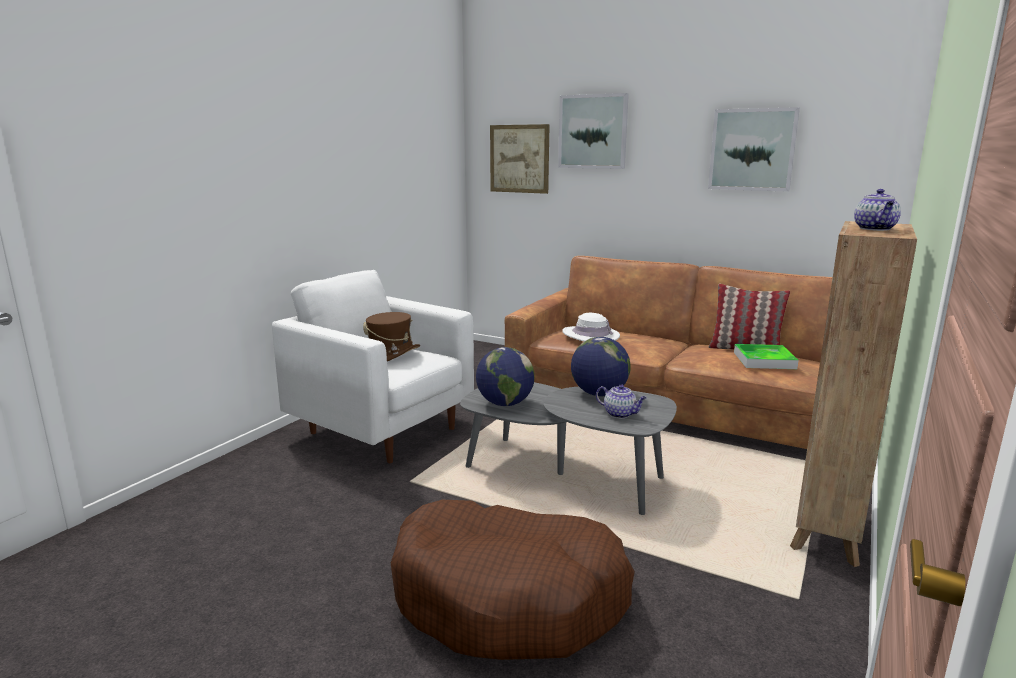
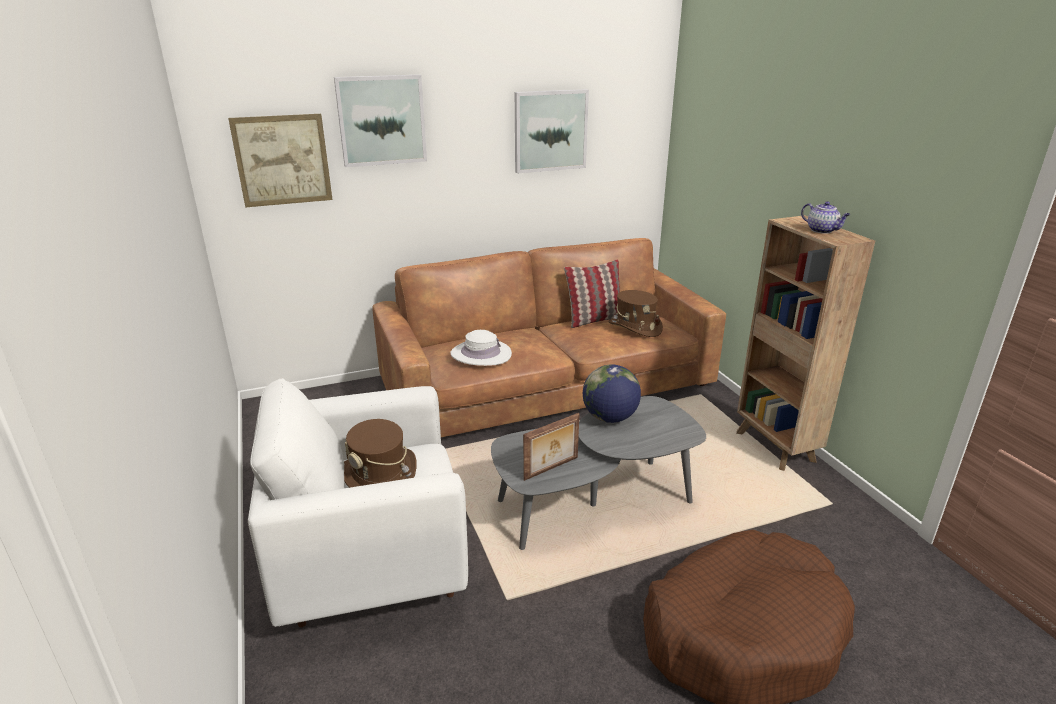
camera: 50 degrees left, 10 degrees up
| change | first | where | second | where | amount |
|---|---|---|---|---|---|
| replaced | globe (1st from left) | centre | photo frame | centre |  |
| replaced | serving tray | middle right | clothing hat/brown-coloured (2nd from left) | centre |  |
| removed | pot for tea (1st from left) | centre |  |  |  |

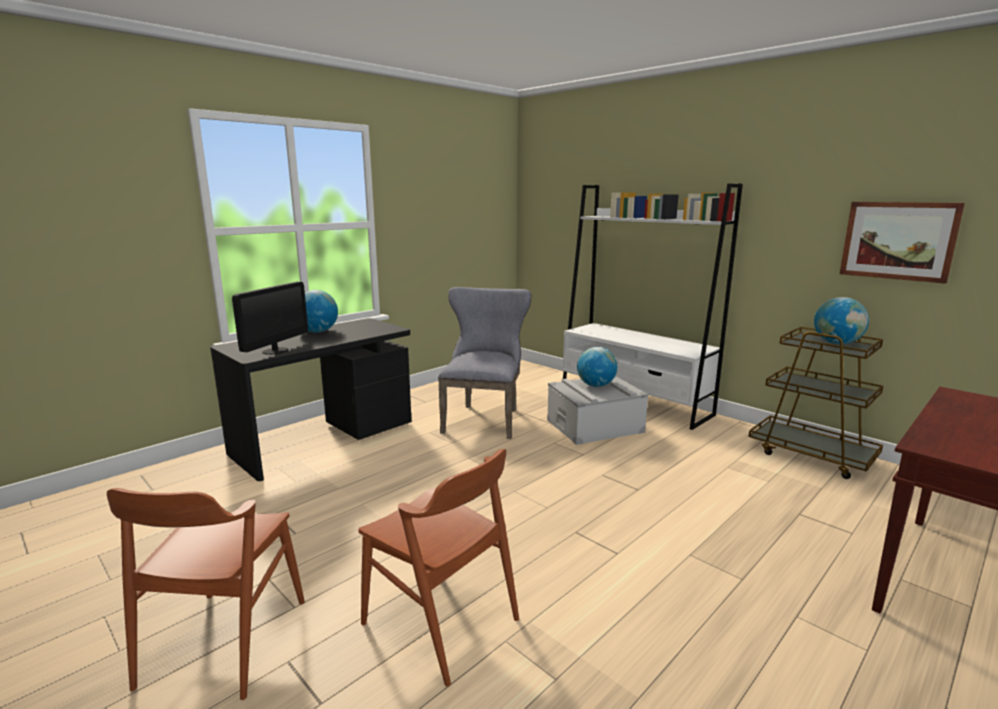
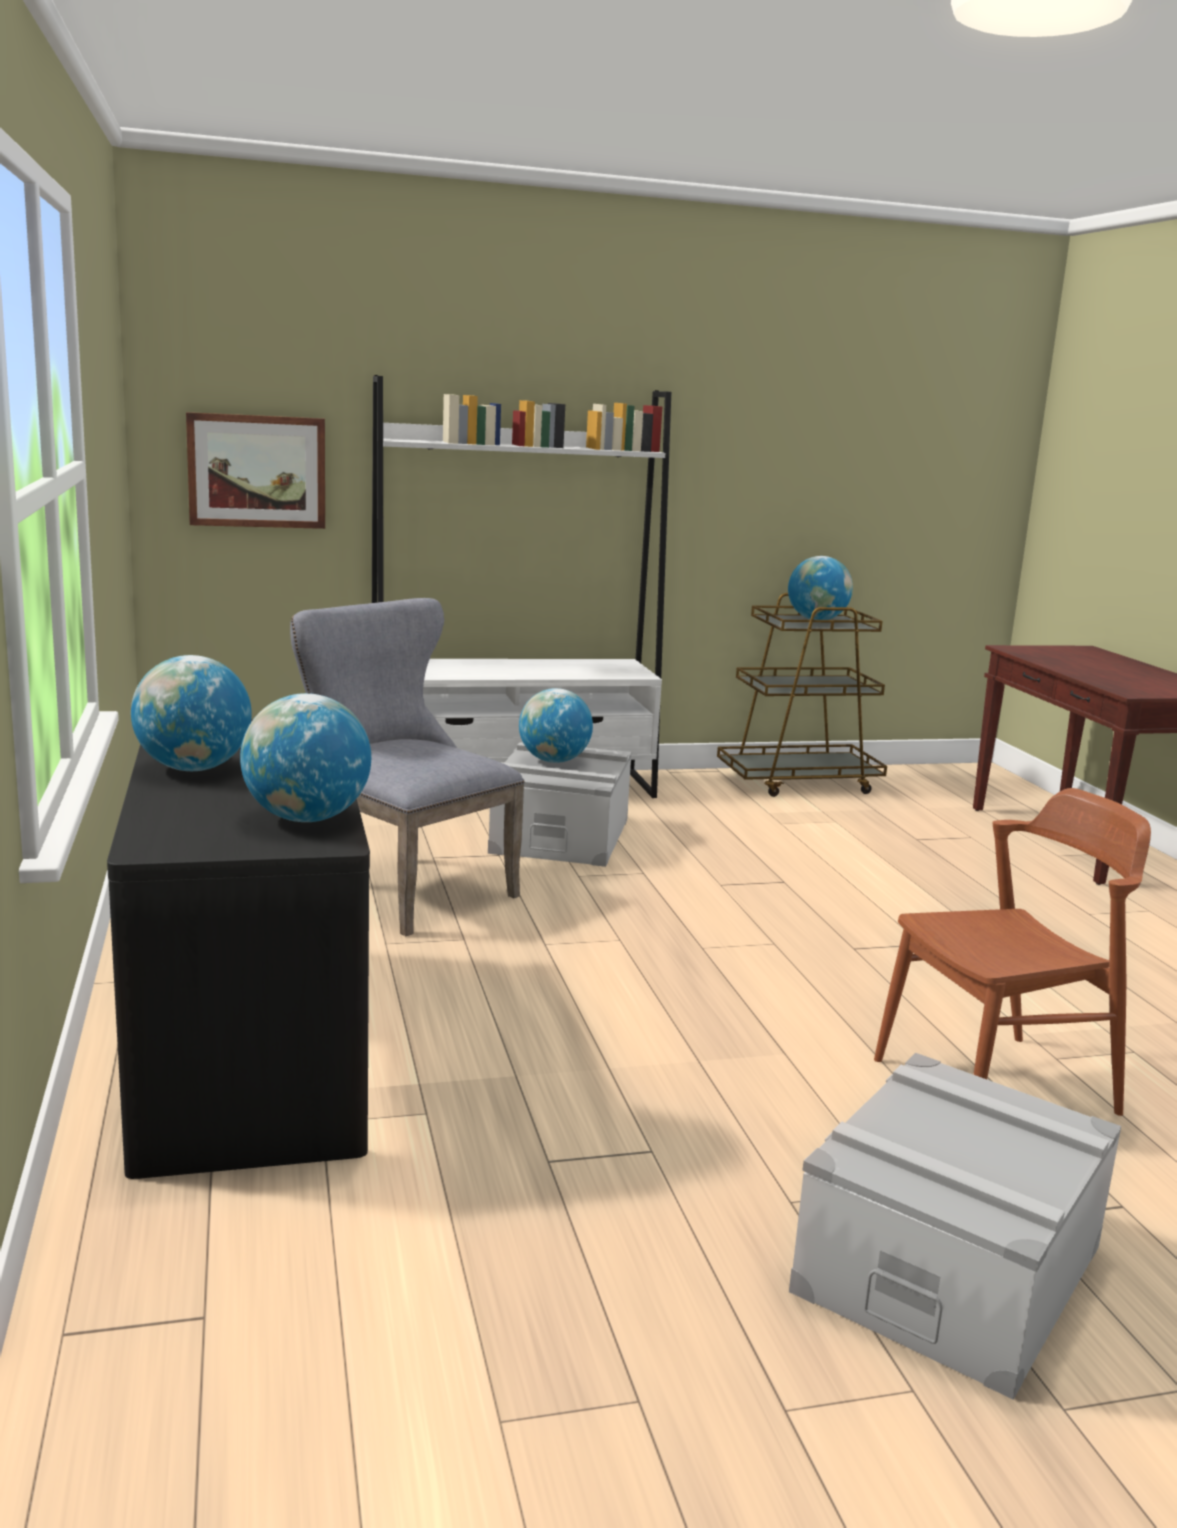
camera: 60 degrees left, 0 degrees up
| change | first | where | second | where | amount |
|---|---|---|---|---|---|
| moved | wall picture | middle right |  | top left |  |
| replaced | computer screen | middle left | globe (2nd from left) | middle left |  |
| replaced | chair/brown-coloured (1st from left) | bottom left | storage container/greyish (2nd from left) | bottom right |  |

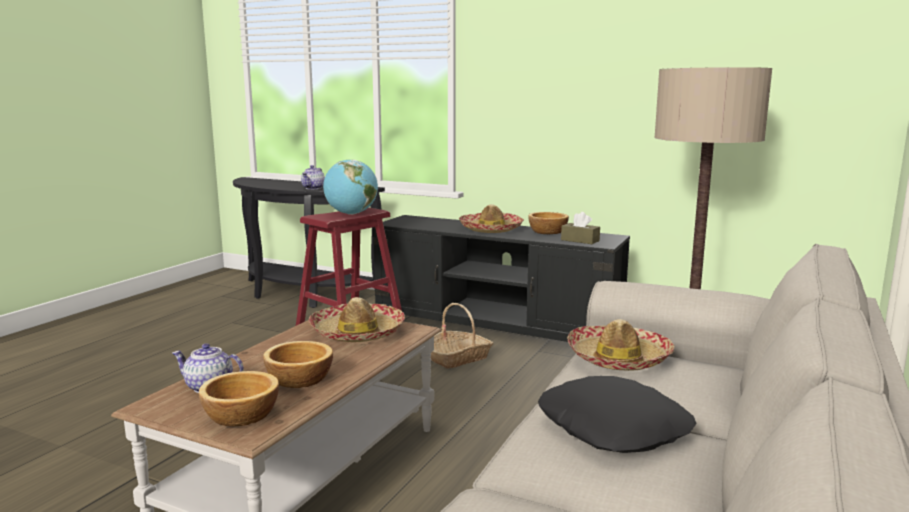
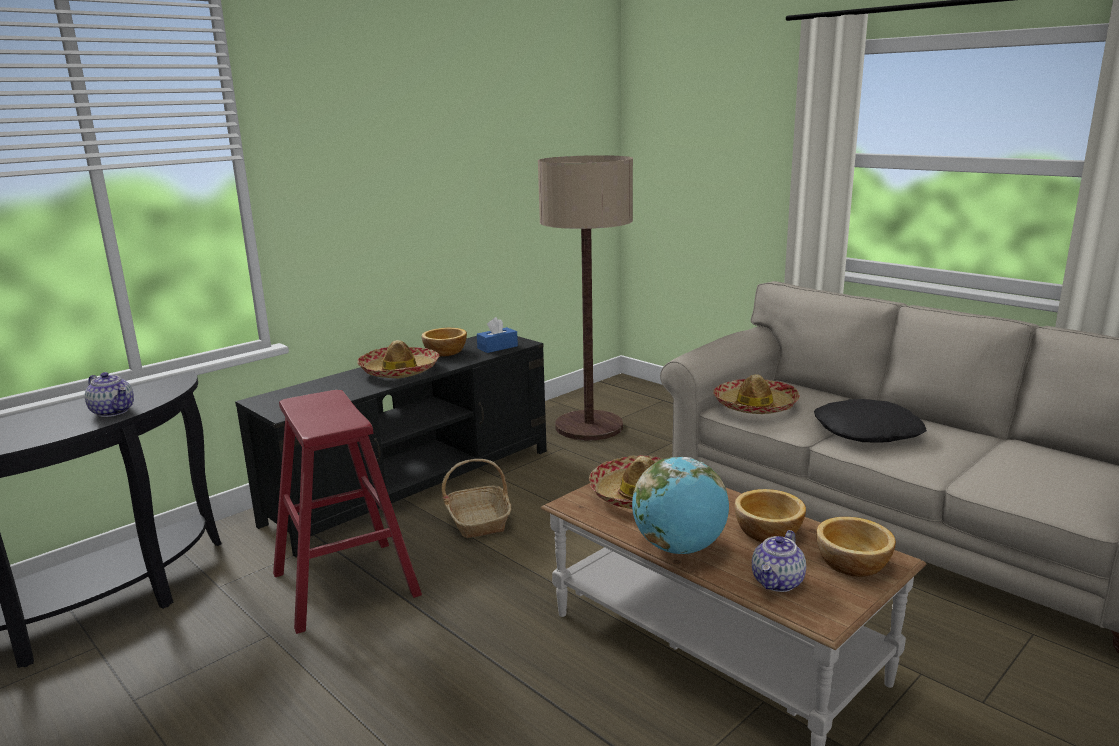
camera: 70 degrees left, 5 degrees up
| change | first | where | second | where | amount |
|---|---|---|---|---|---|
| recoloured | tissue holder/brown-coloured | centre | tissue holder/blue-coloured | centre |  |
| moved | globe | centre |  | bottom centre |  |

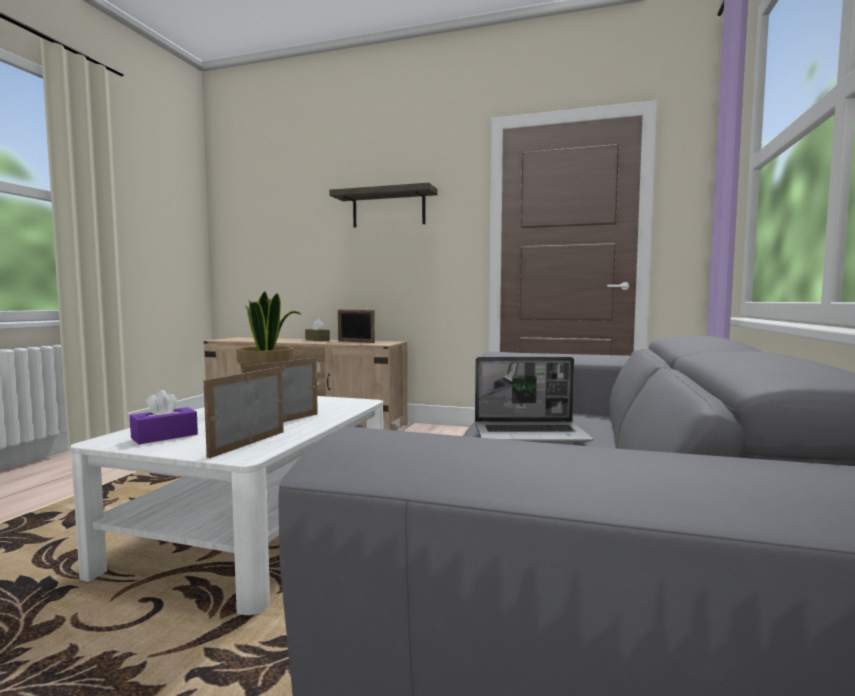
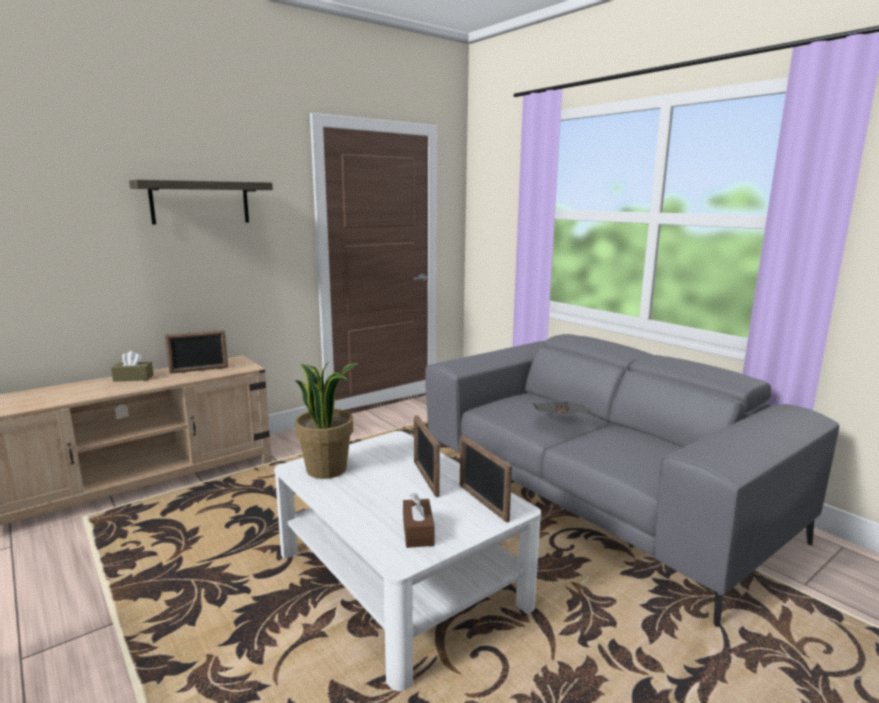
camera: 55 degrees left, 10 degrees up
| change | first | where | second | where | amount |
|---|---|---|---|---|---|
| recoloured | tissue holder/purple | middle left | tissue holder/brown-coloured (2nd from left) | bottom centre |  |
| replaced | portable computer | centre | daily paper | centre |  |

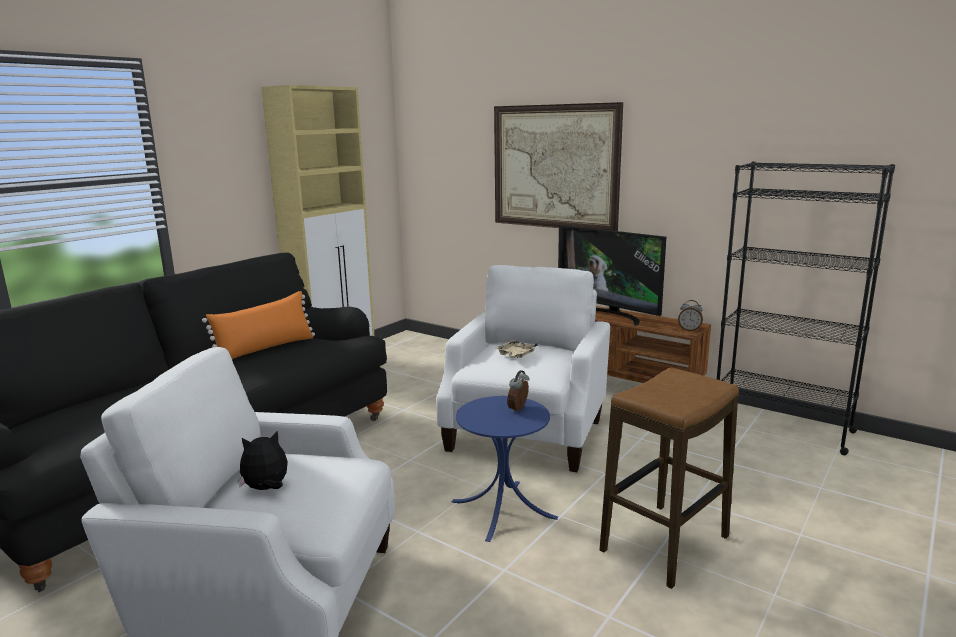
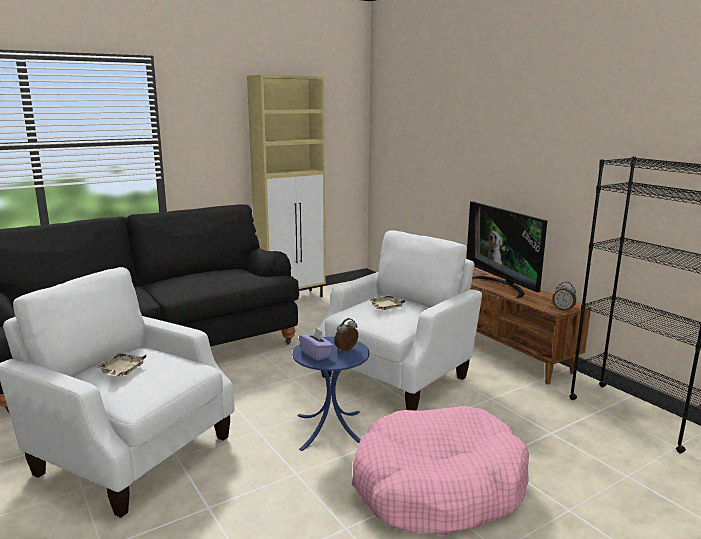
camera: 20 degrees right, 0 degrees up
| change | first | where | second | where | amount |
|---|---|---|---|---|---|
| replaced | plush toy | bottom left | serving tray/beige (1st from left) | bottom left |  |
| added |  |  | tissue holder/purple | centre |  |
| replaced | stool | bottom right | dog cushion/pinkish | bottom centre |  |
| removed | cushion/orange-coloured | middle left |  |  |  |
| removed | wall picture | top centre |  |  |  |

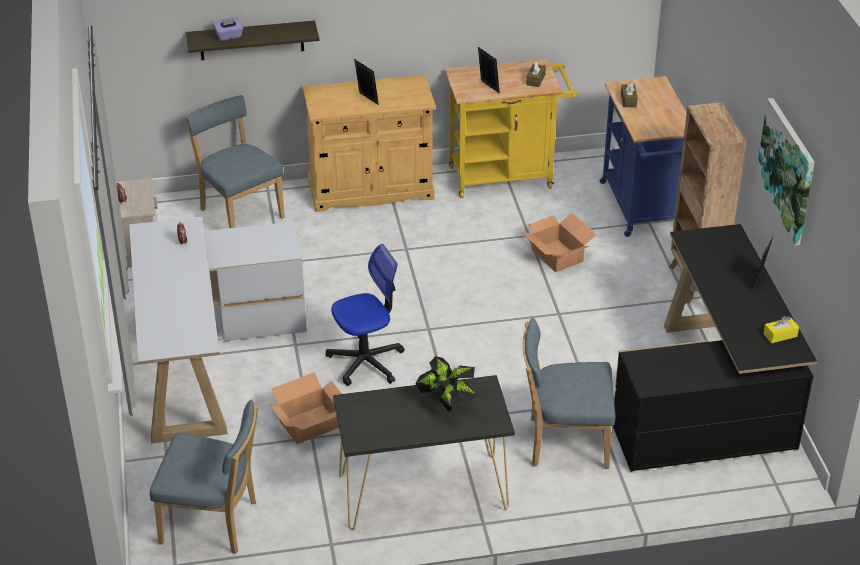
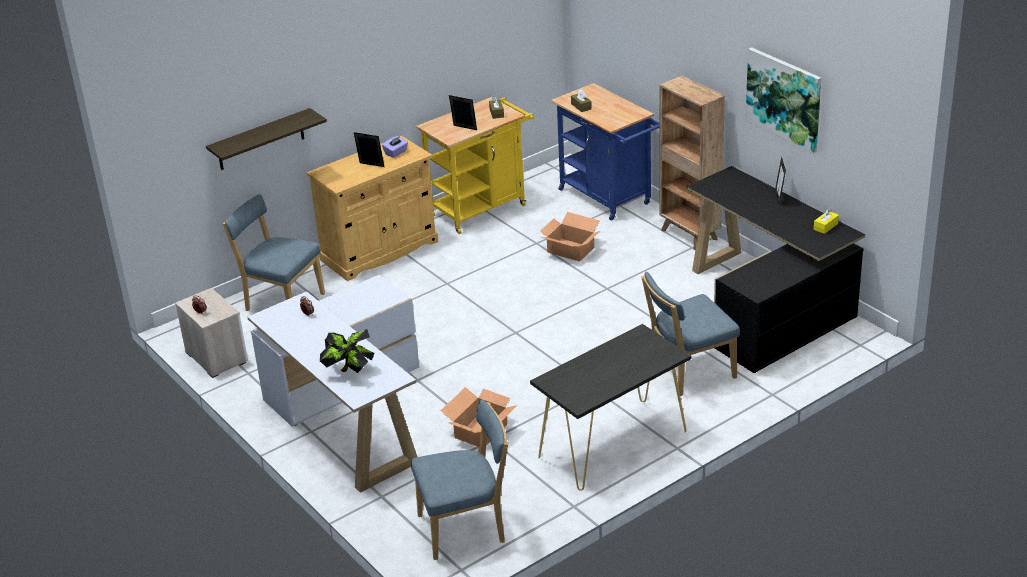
camera: 25 degrees left, 5 degrees down
| change | first | where | second | where | amount |
|---|---|---|---|---|---|
| moved | plant in a pot | bottom centre |  | centre |  |
| moved | tissue holder/purple | top left |  | top centre |  |
| removed | desk chair | centre |  |  |  |

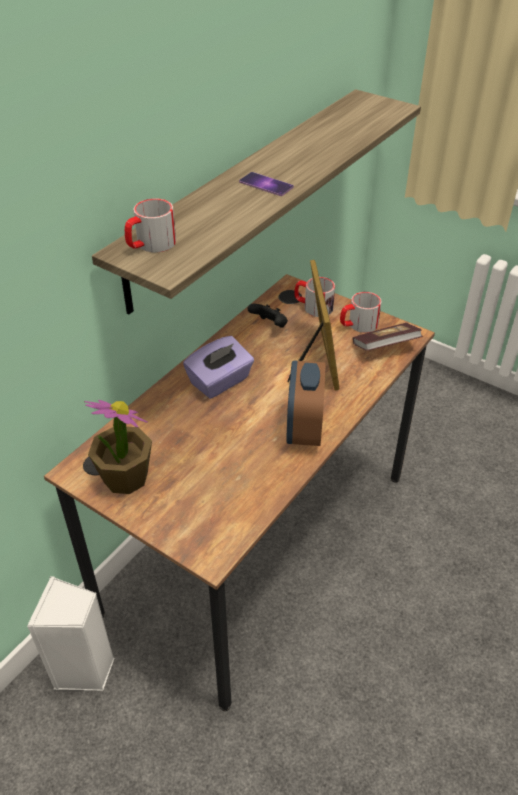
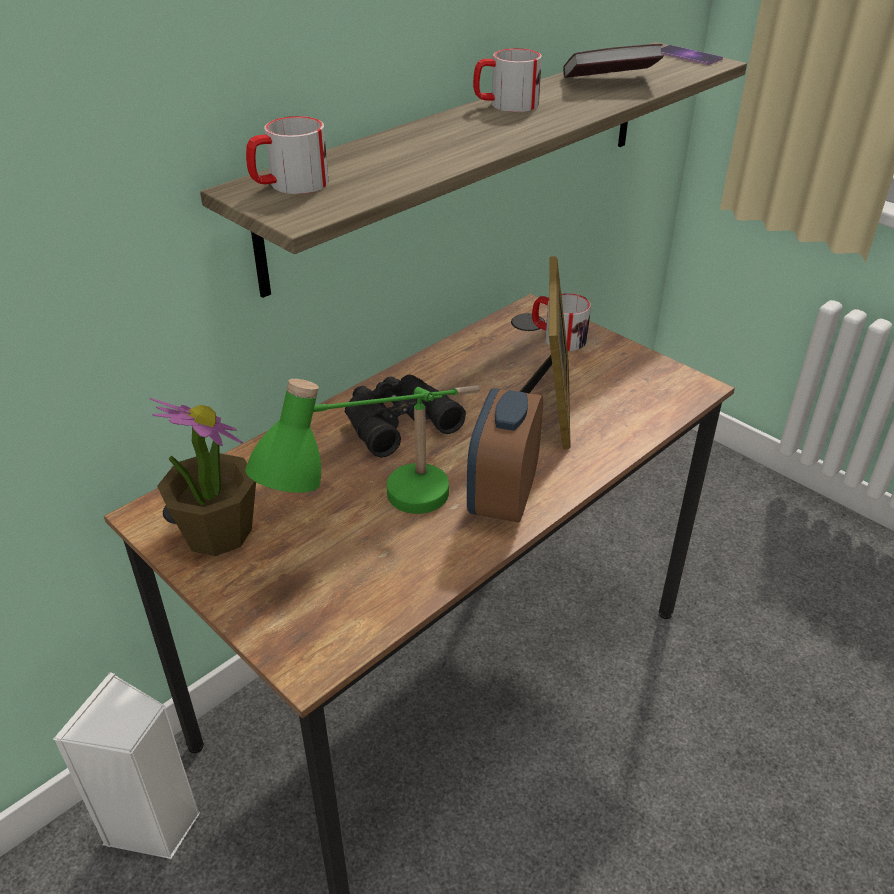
camera: 10 degrees right, 5 degrees down
| change | first | where | second | where | amount |
|---|---|---|---|---|---|
| added |  |  | table lamp/green-coloured | centre |  |
| replaced | tissue holder/purple | centre | field glasses/black | centre |  |
| moved | mug (3rd from left in the first image) | middle right | mug (2nd from left) | top centre |  |
| moved | volume | middle right |  | top right |  |
| moved | handset | top centre |  | top right |  |
| removed | joypad/black | centre |  |  |  |

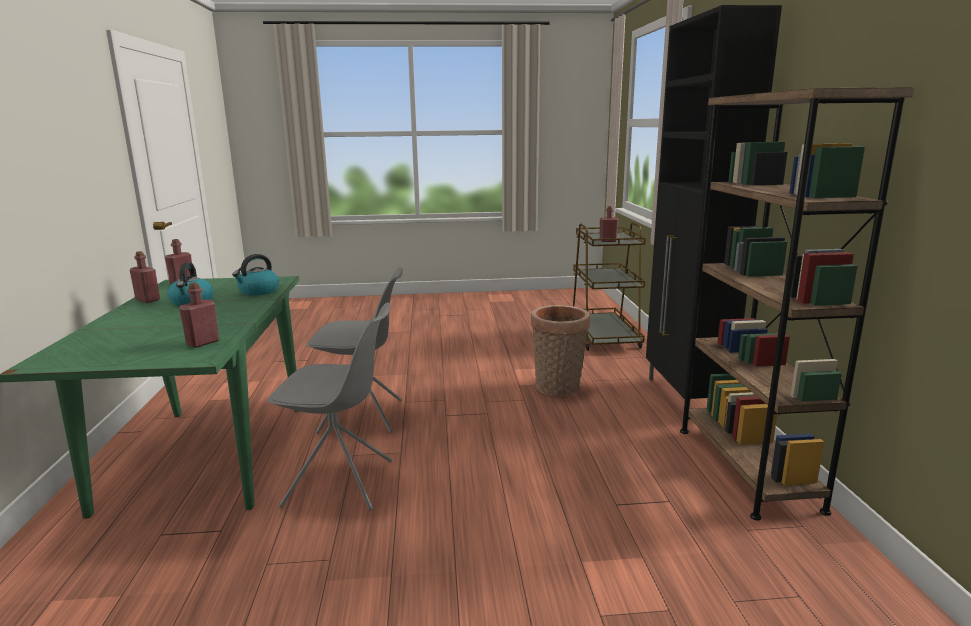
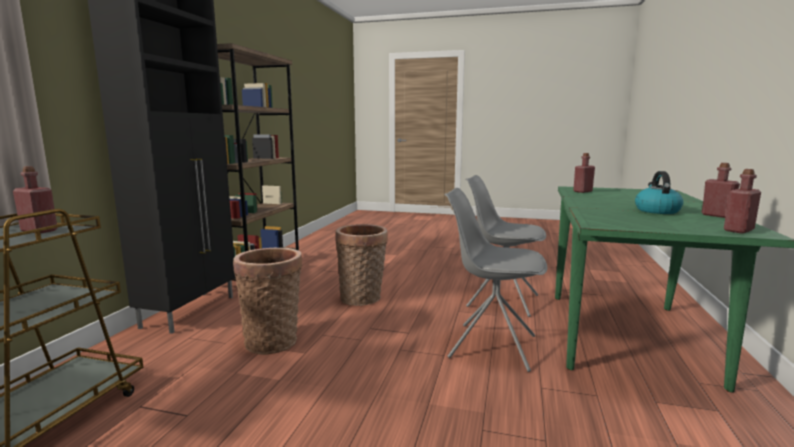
camera: 160 degrees left, 5 degrees down
| change | first | where | second | where | amount |
|---|---|---|---|---|---|
| added |  |  | storage basket (2nd from left) | centre |  |
| removed | water kettle (2nd from left) | middle left |  |  |  |

